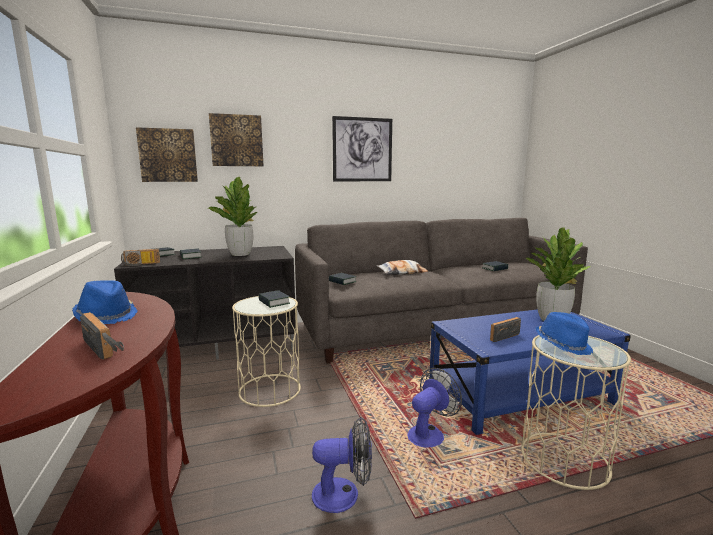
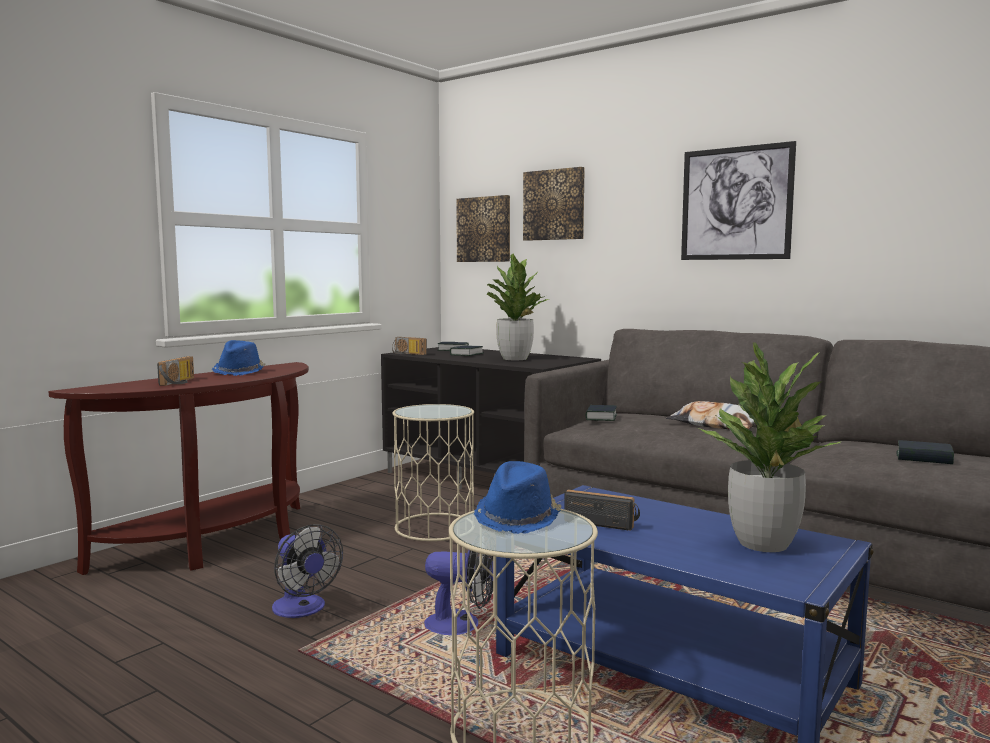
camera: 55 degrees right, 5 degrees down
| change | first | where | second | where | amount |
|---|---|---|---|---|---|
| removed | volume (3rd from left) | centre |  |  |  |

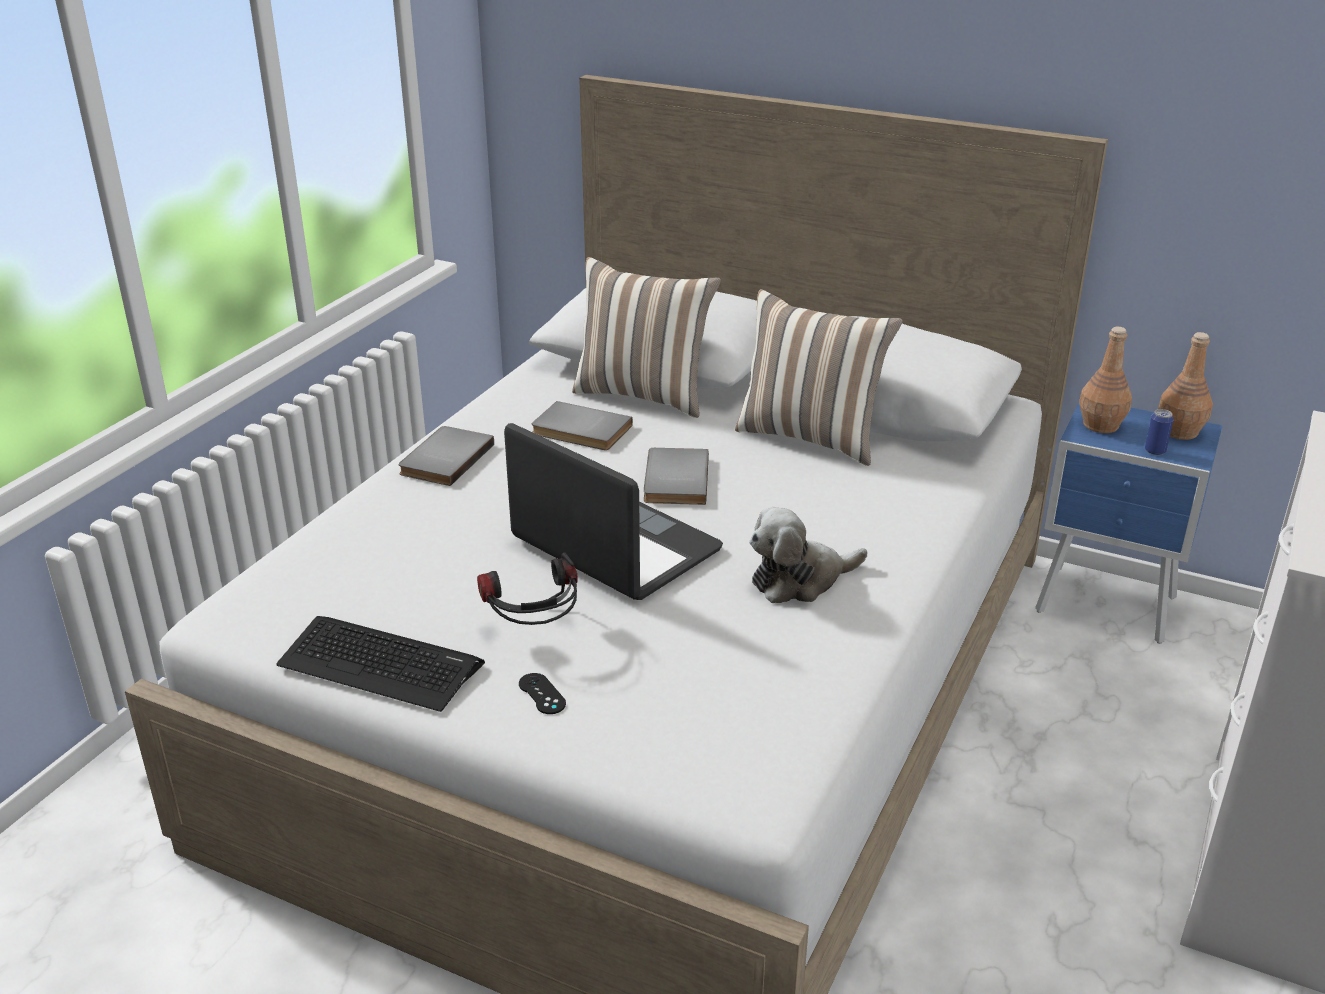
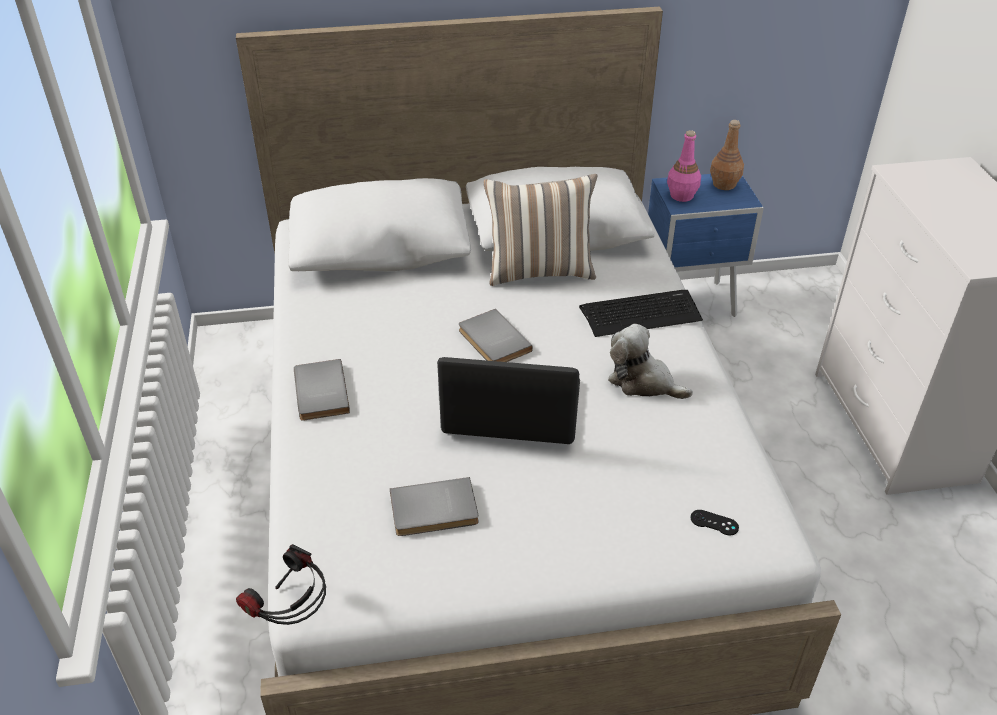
camera: 35 degrees left, 10 degrees up
| change | first | where | second | where | amount |
|---|---|---|---|---|---|
| moved | pair of headphones | centre |  | bottom left |  |
| moved | volume/greyish (2nd from left) | centre |  | bottom centre |  |
| moved | computer keyboard | bottom left |  | centre |  |
| turned | plush toy | centre |  | centre | 90 degrees clockwise |
| recoloured | drink bottle/brown-coloured (1st from left) | middle right | drink bottle/pinkish | top right |  |
| moved | joypad/black | bottom centre |  | bottom right |  |
| removed | cushion (1st from left) | centre |  |  |  |
| removed | metal can | middle right |  |  |  |

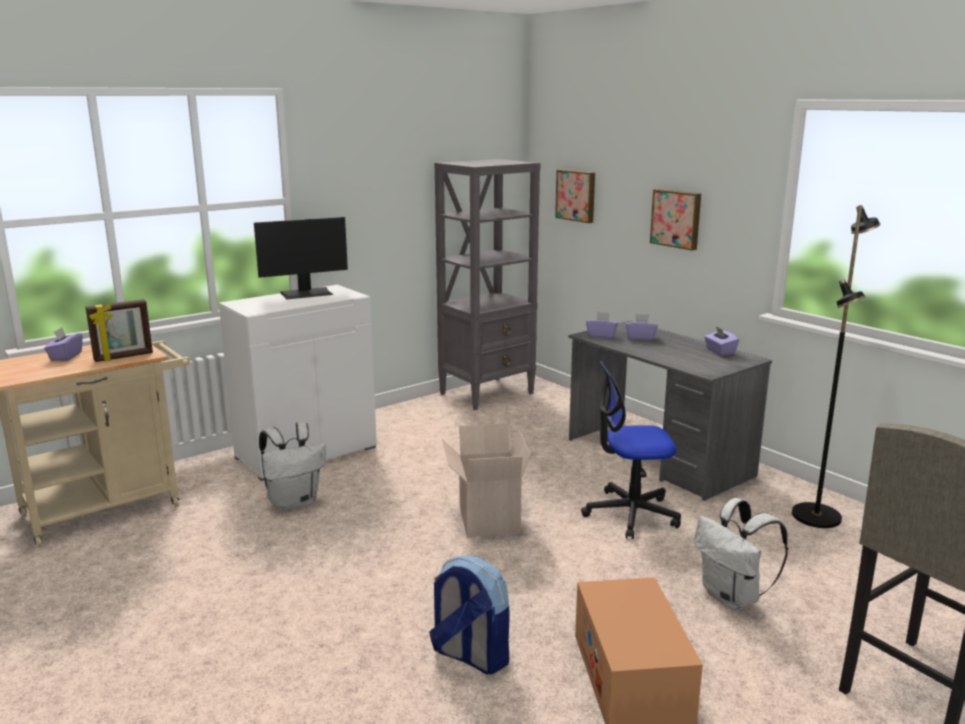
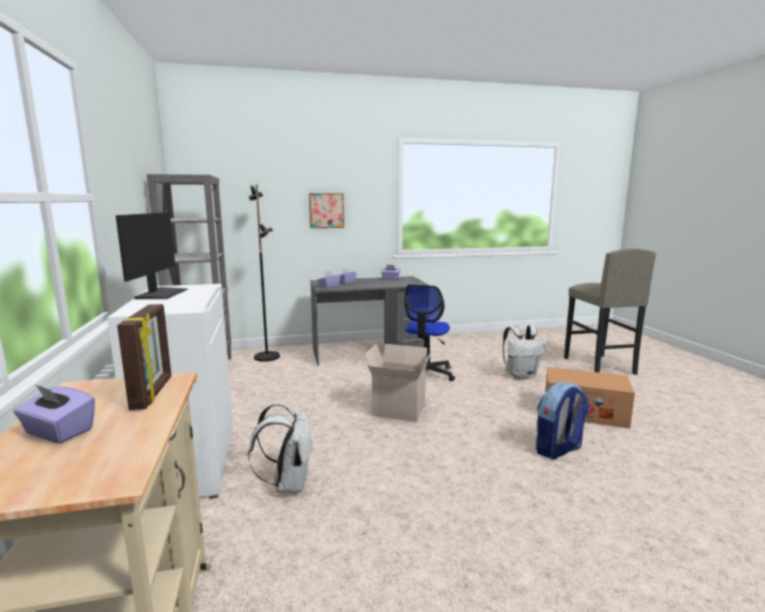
camera: 65 degrees left, 5 degrees down
| change | first | where | second | where | amount |
|---|---|---|---|---|---|
| moved | floor lamp/black | middle right |  | centre |  |
| removed | wall picture (1st from left) | top centre |  |  |  |

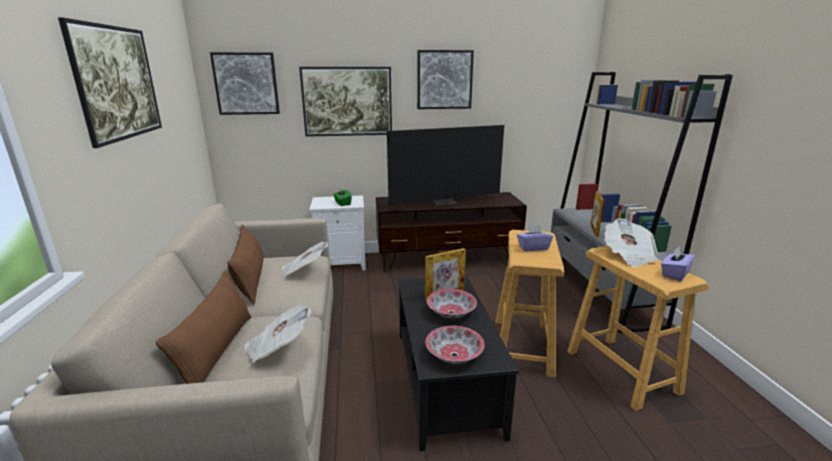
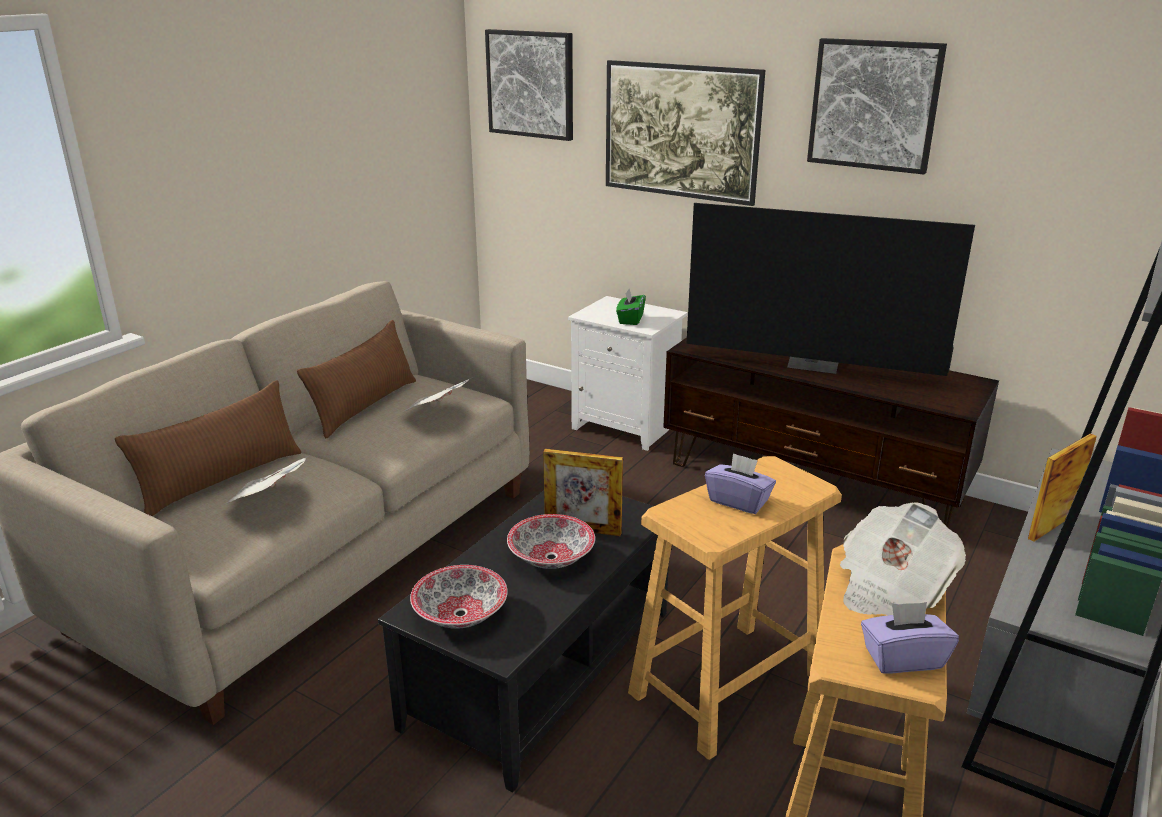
camera: 40 degrees right, 5 degrees up
| change | first | where | second | where | amount |
|---|---|---|---|---|---|
| removed | wall picture (1st from left) | top left |  |  |  |

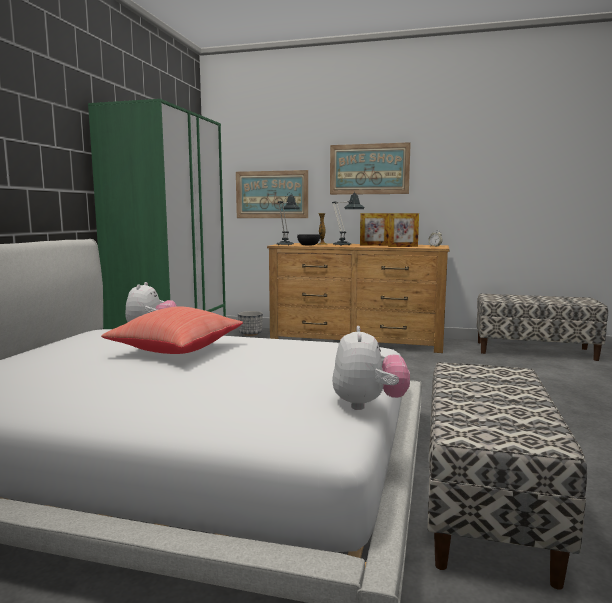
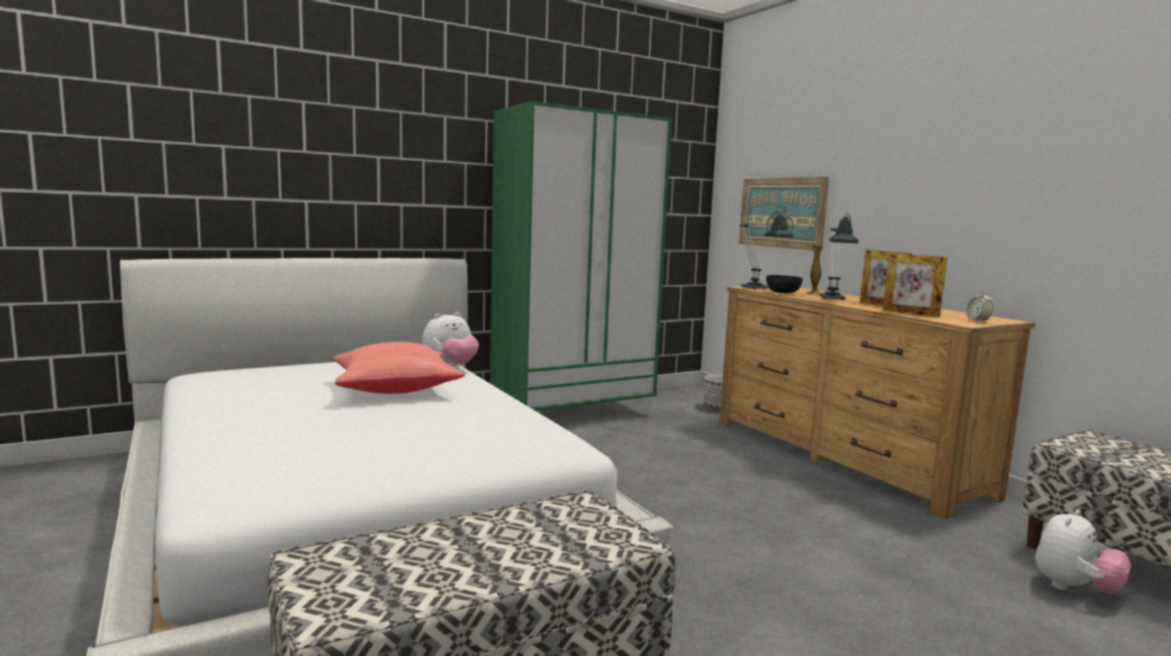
camera: 45 degrees right, 0 degrees up
| change | first | where | second | where | amount |
|---|---|---|---|---|---|
| moved | plush toy (2nd from left) | centre |  | bottom right |  |
| removed | wall picture (2nd from left) | top centre |  |  |  |

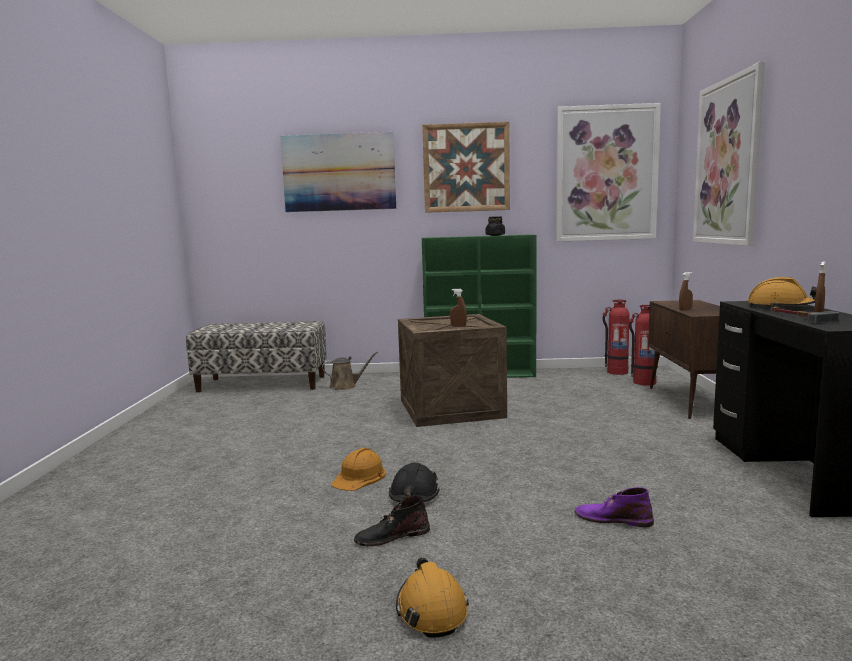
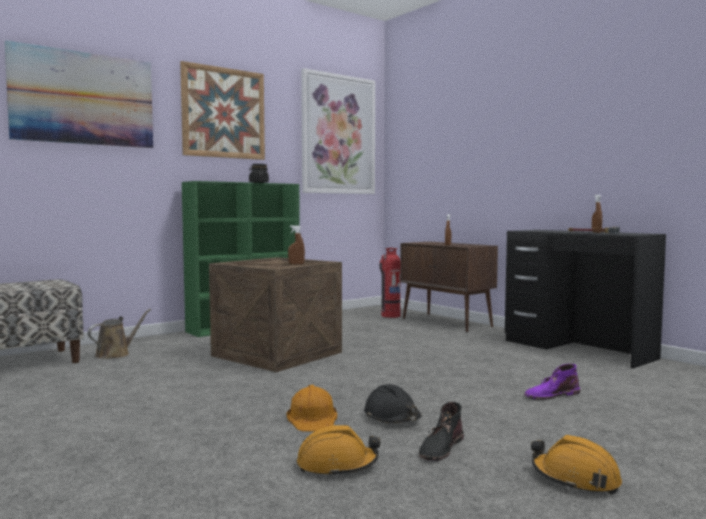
camera: 40 degrees left, 5 degrees down
| change | first | where | second | where | amount |
|---|---|---|---|---|---|
| moved | work helmet/orange-coloured (3rd from left in the first image) | middle right | work helmet/orange-coloured (2nd from left) | bottom centre |  |
| removed | fire extinguisher (1st from left) | middle right |  |  |  |
| removed | wall picture (4th from left) | top right |  |  |  |

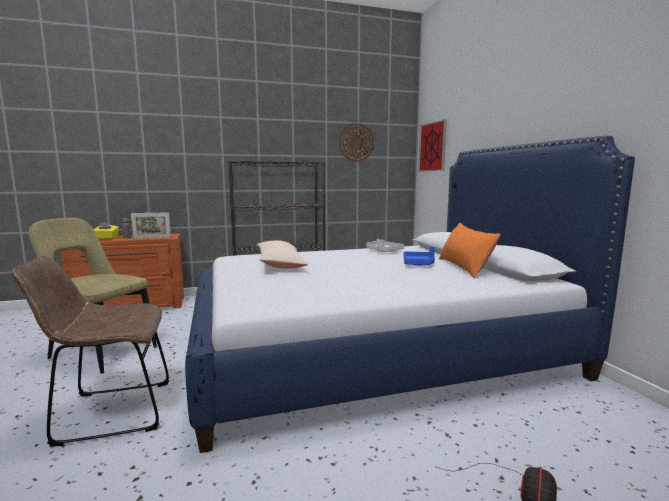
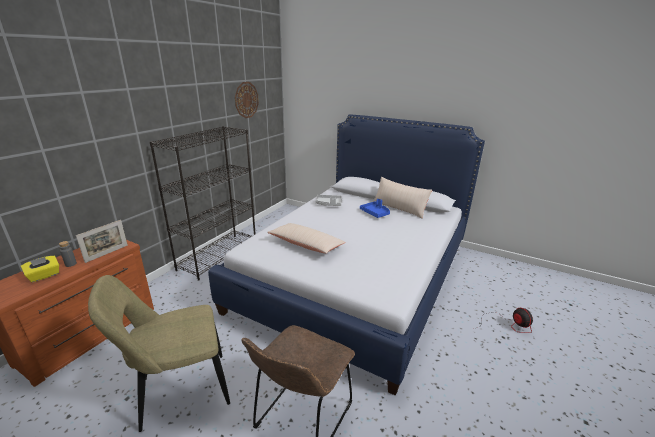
camera: 45 degrees left, 15 degrees up
| change | first | where | second | where | amount |
|---|---|---|---|---|---|
| recoloured | cushion/orange-coloured | middle right | cushion/beige (2nd from left) | centre |  |
| removed | wall picture | top centre |  |  |  |

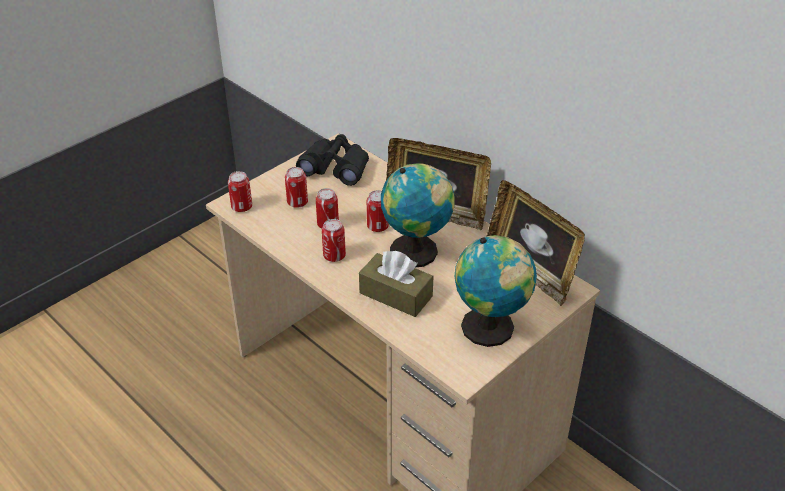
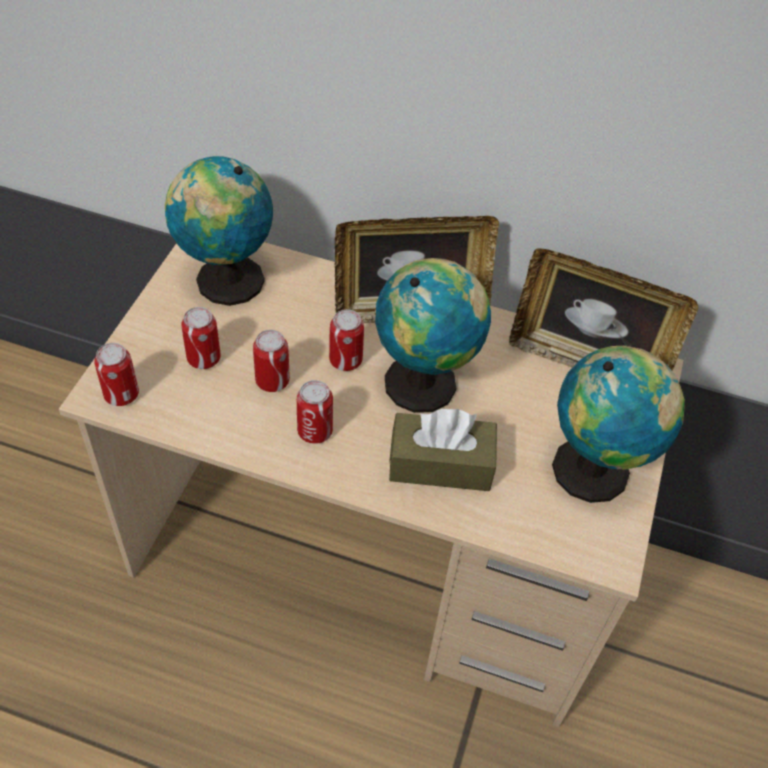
camera: 30 degrees left, 10 degrees up
| change | first | where | second | where | amount |
|---|---|---|---|---|---|
| replaced | field glasses/black | top centre | globe (1st from left) | top left |  |

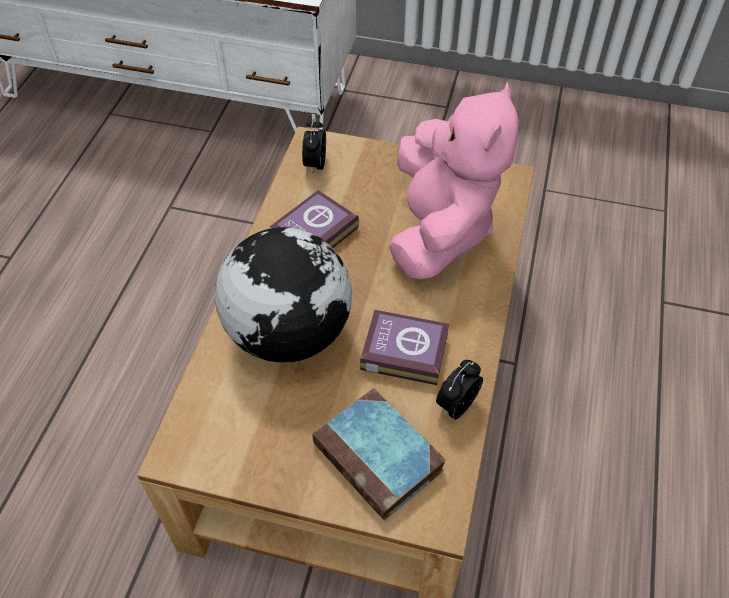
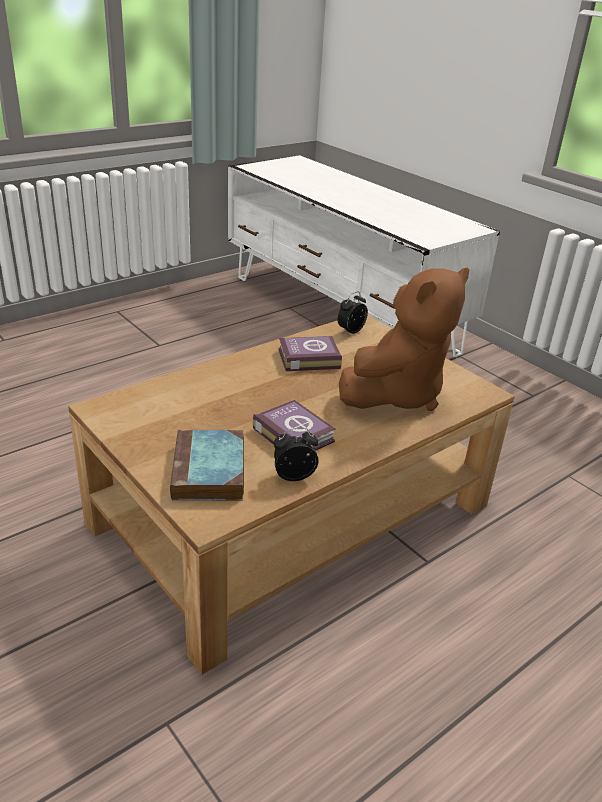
camera: 35 degrees right, 20 degrees down
| change | first | where | second | where | amount |
|---|---|---|---|---|---|
| recoloured | plush toy/pinkish | top centre | plush toy/brown-coloured | middle right |  |
| removed | globe | centre |  |  |  |

